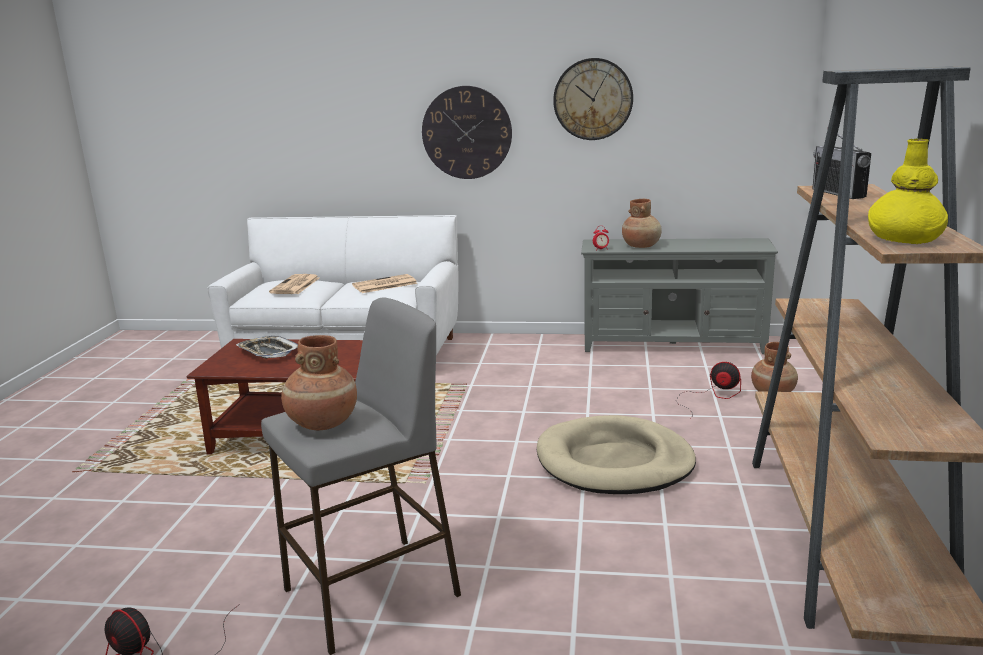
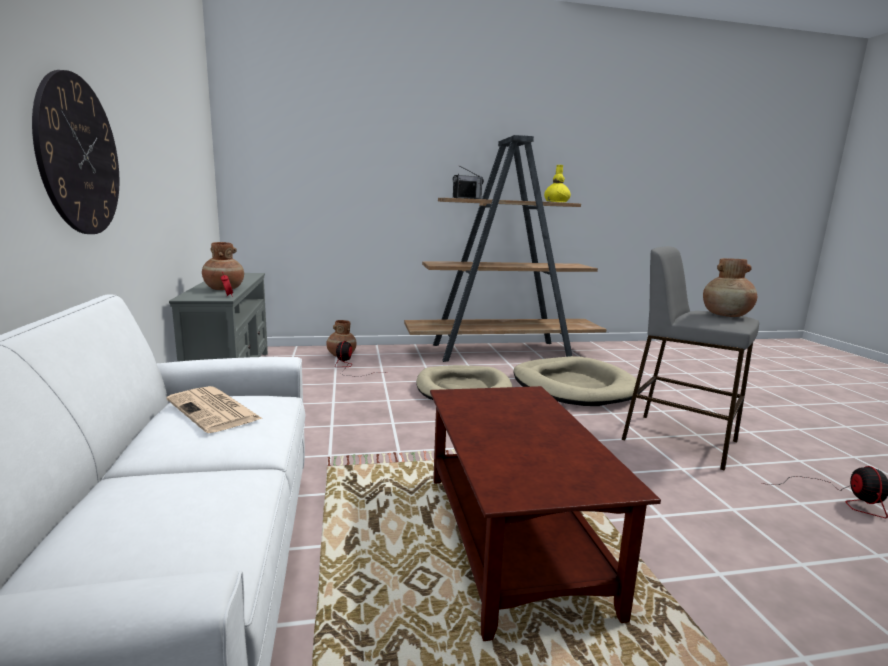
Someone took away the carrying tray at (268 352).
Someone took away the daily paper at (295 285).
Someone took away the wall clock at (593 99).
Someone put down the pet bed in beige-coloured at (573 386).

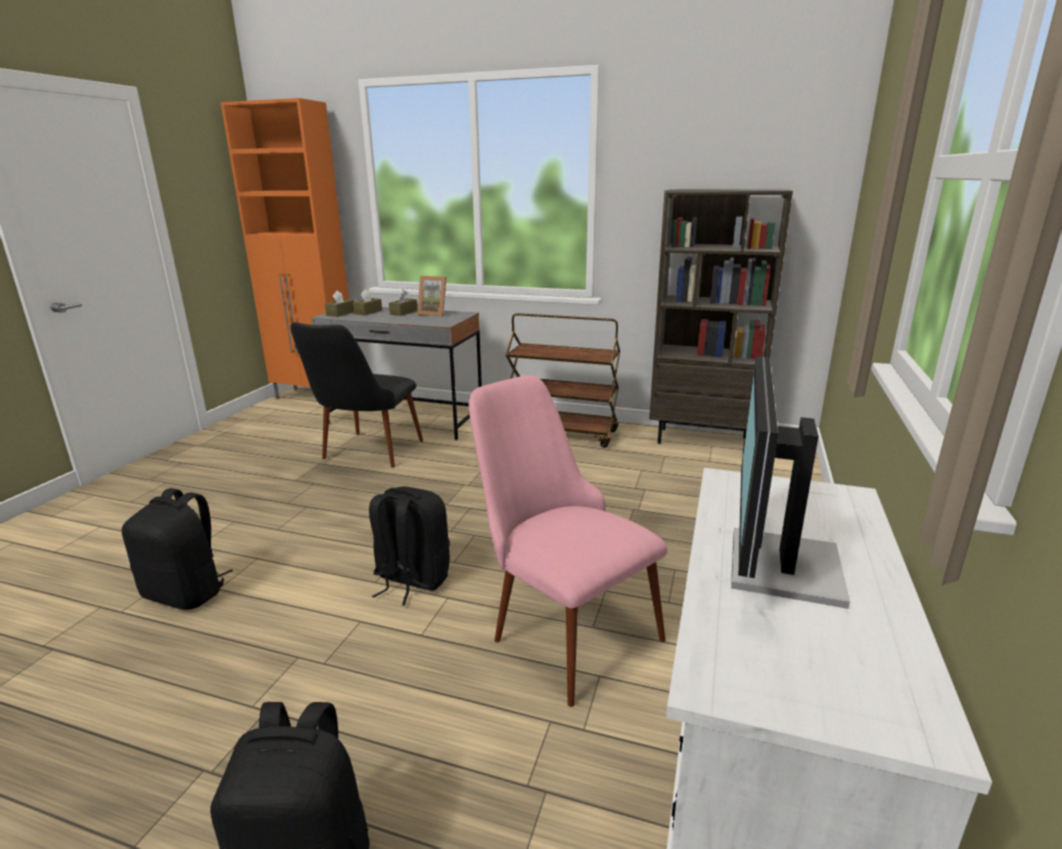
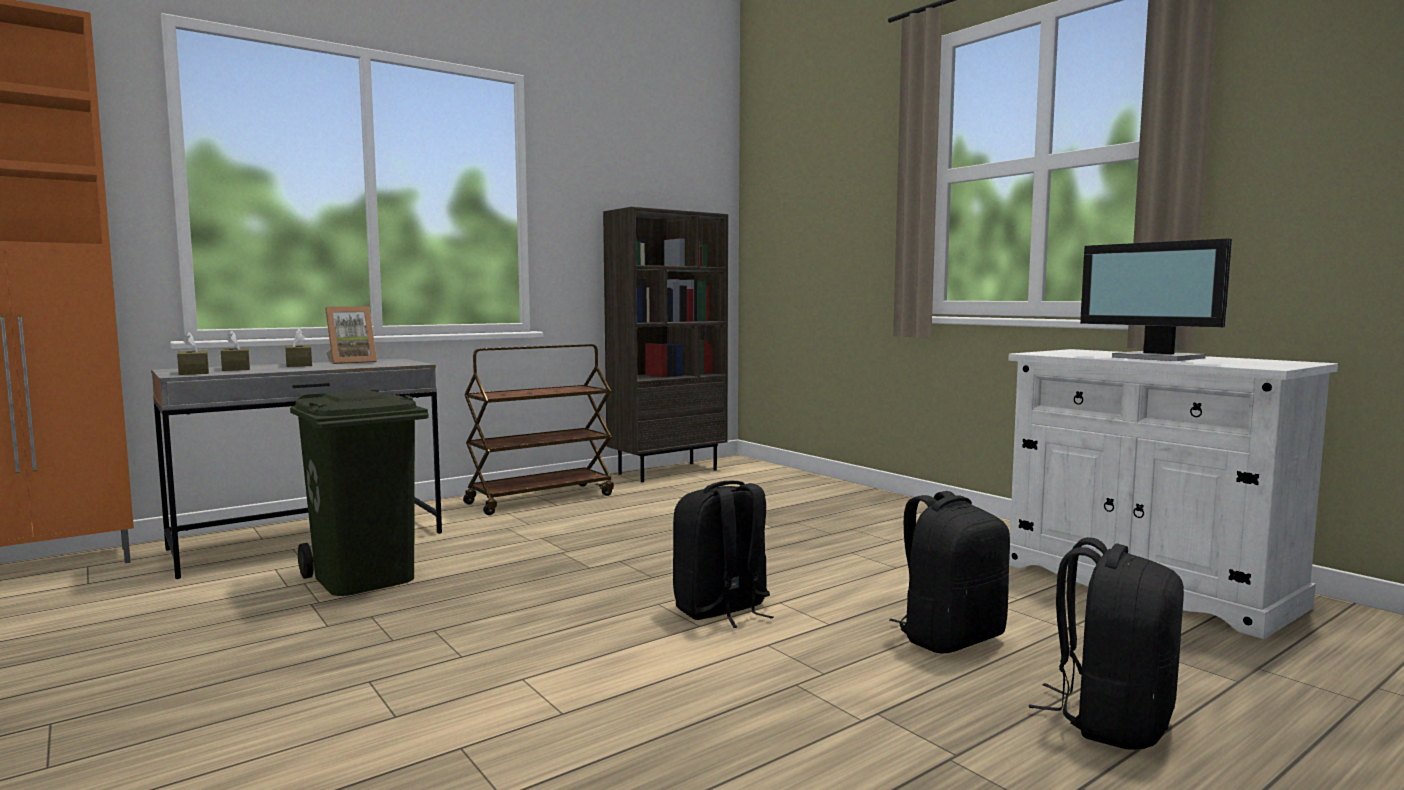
Someone took away the upright chair in pink at (560 625).
Someone carried the knapsack in black-coloured from (187 593) to (950 638).
Someone swapped the upright chair in black-coloured at (365 456) for the rubbish bin in green at (362 577).

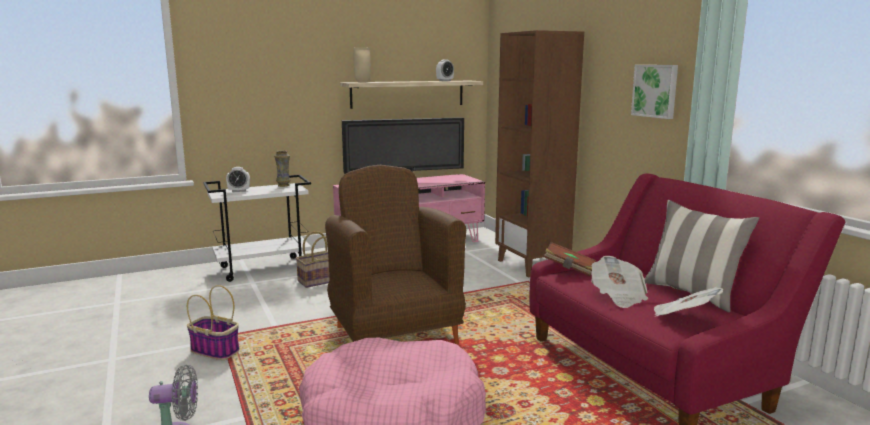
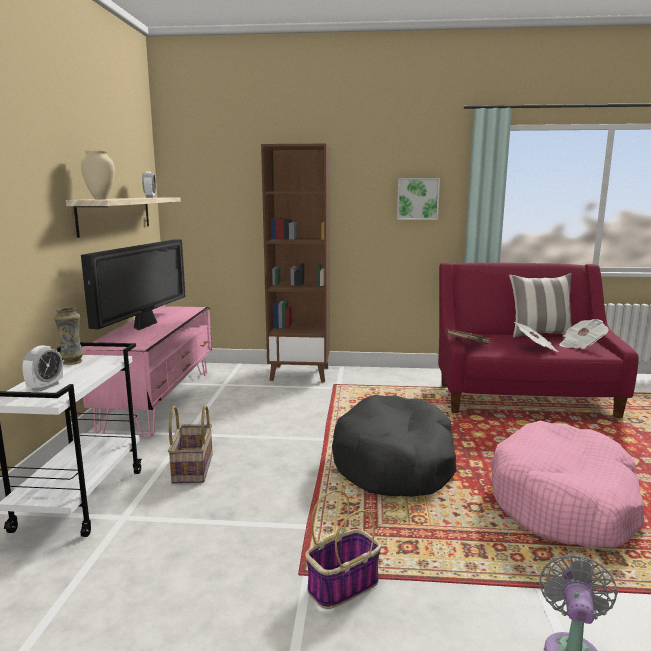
Someone swapped the lounge chair in brown at (395 335) for the pet bed in black-coloured at (395 463).

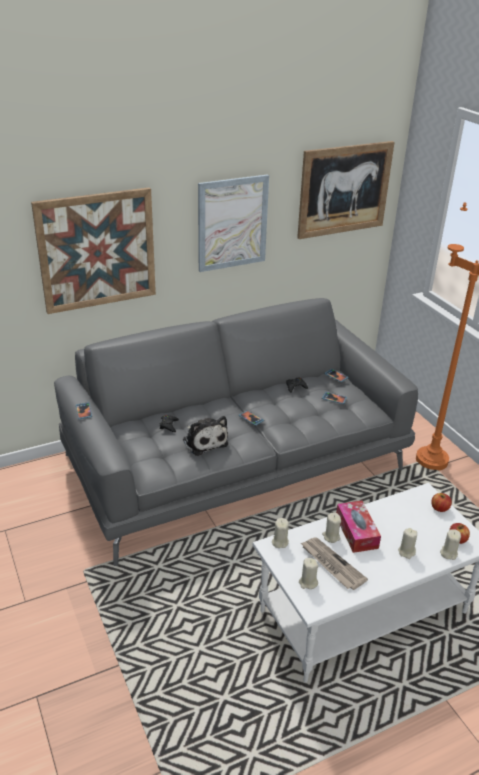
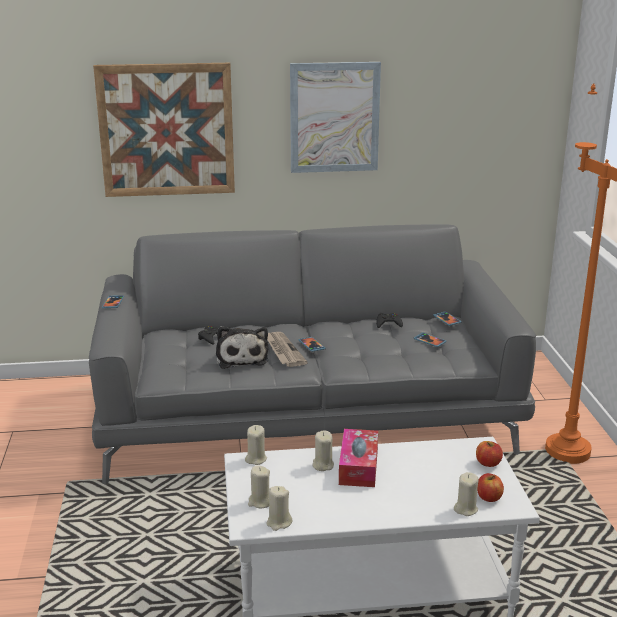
Someone took away the wall picture at (344 189).
Someone carried the daily paper from (331 564) to (283 351).
Someone carried the candle in beige-coloured from (406 552) to (279 522).

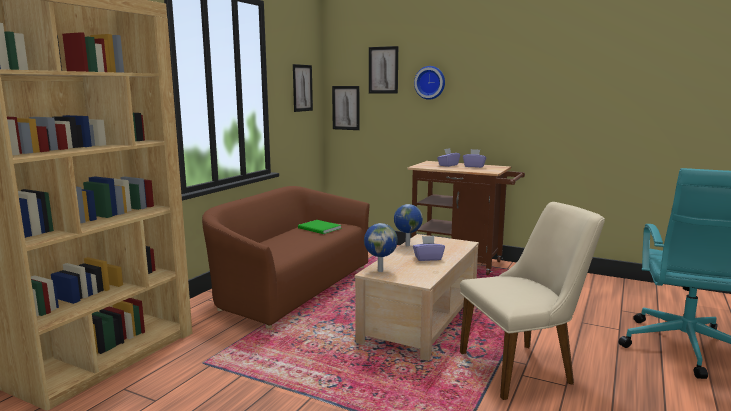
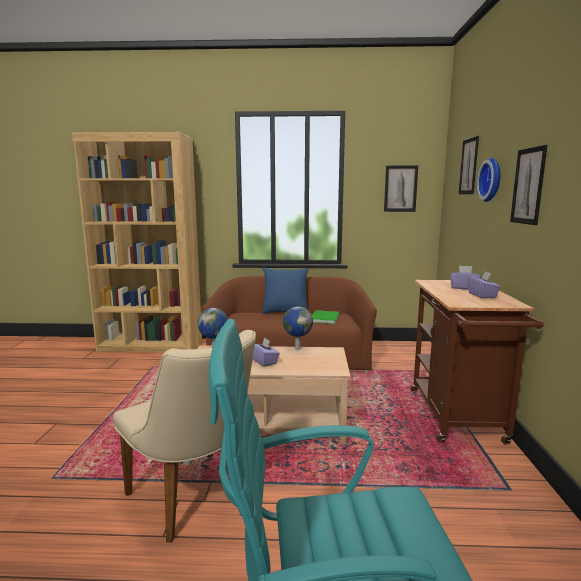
Someone put down the pillow in blue at (285 312).
Someone carried the wall picture from (346 108) to (528 186).

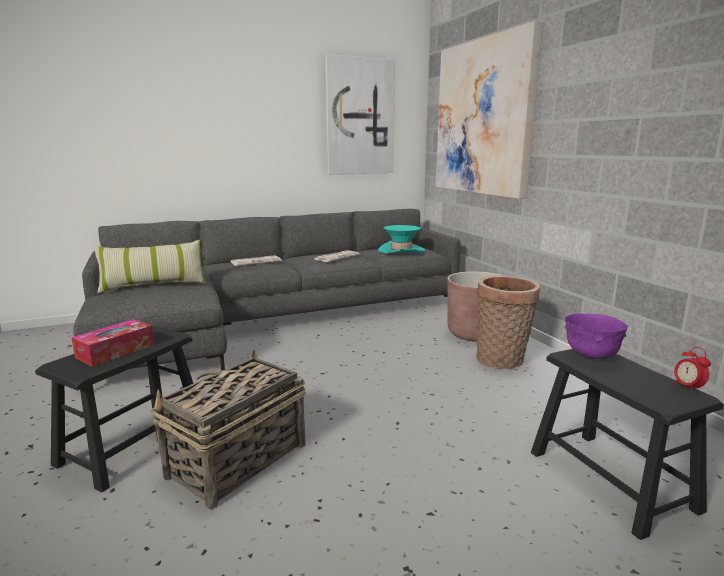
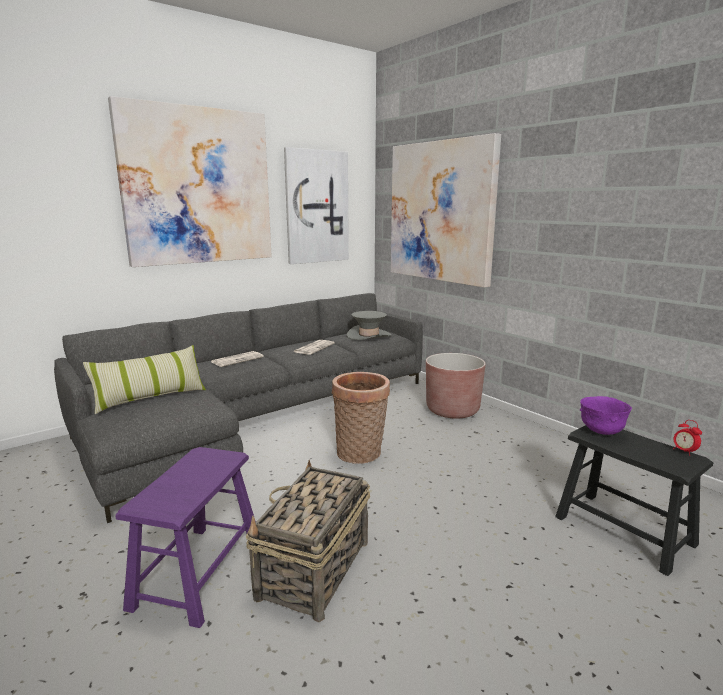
Someone took away the box of tissues at (115 351).
Someone put up the wall picture at (197 187).
Someone carried the household basket from (502 361) to (361 454).
Someone repainted the stool in black-coloured at (133 444), which became the stool in purple-coloured at (198 572).
Someone repainted the hat in blue-green at (401 250), which became the hat in gray at (369 336).

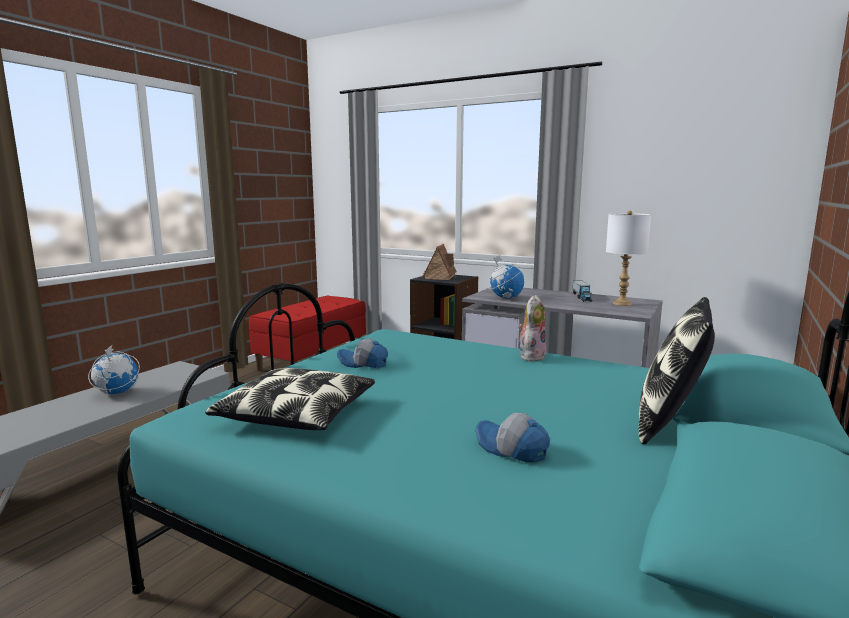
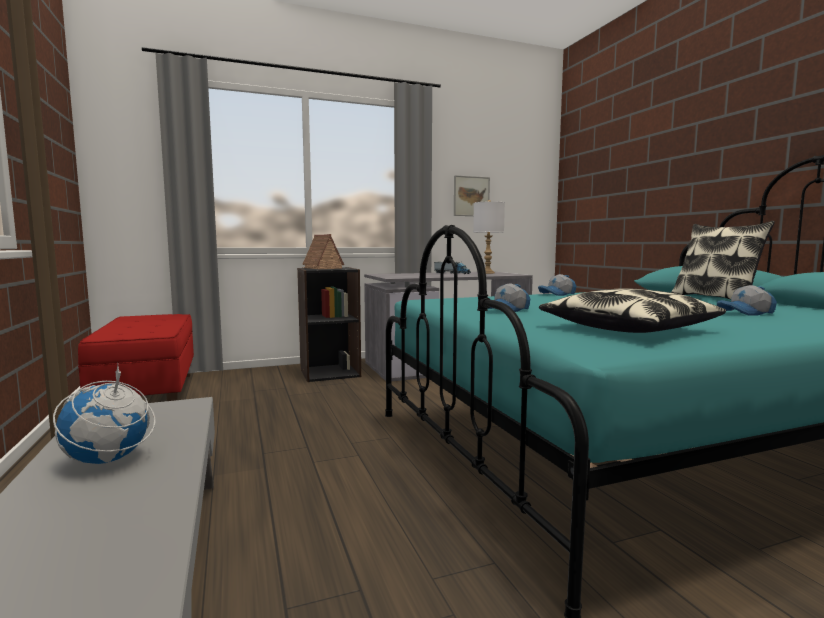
Someone took away the globe at (505 298).
Someone put up the wall picture at (471 196).
Someone swapped the cuddly toy at (531 356) for the cap at (557 294).

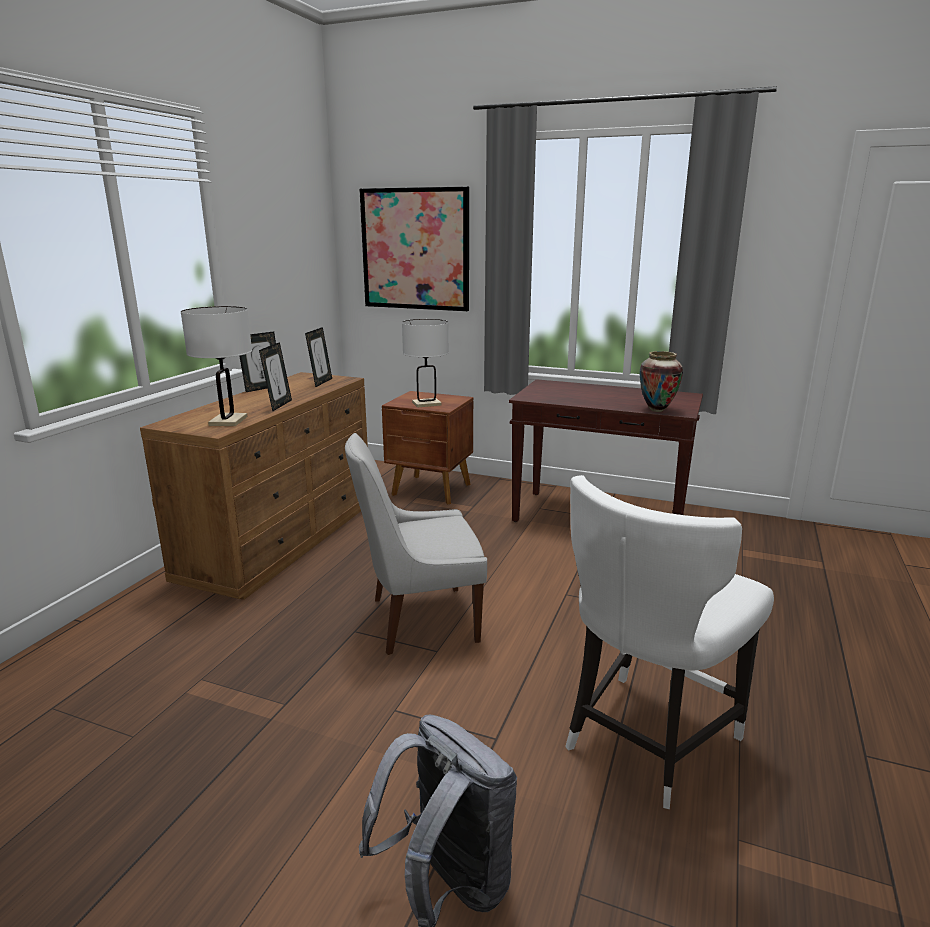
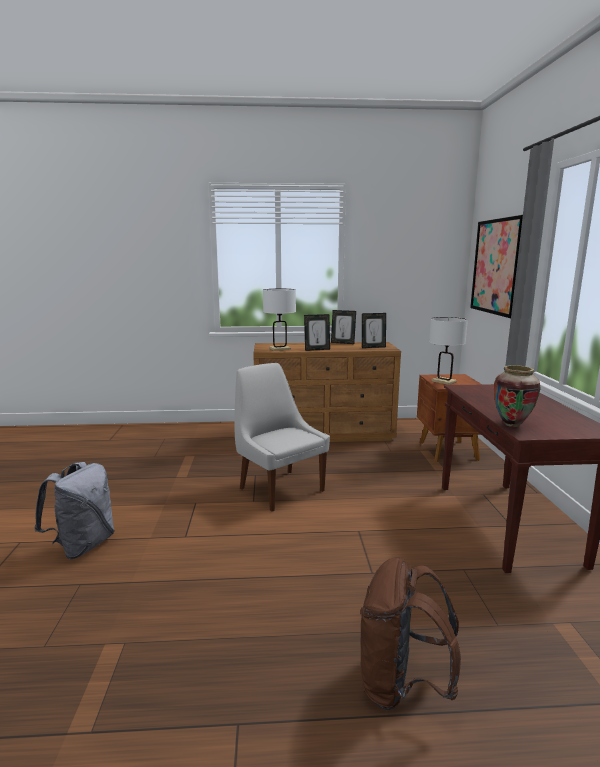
Someone took away the upright chair in whitish at (645 740).
Someone put down the knapsack in brown at (401 685).

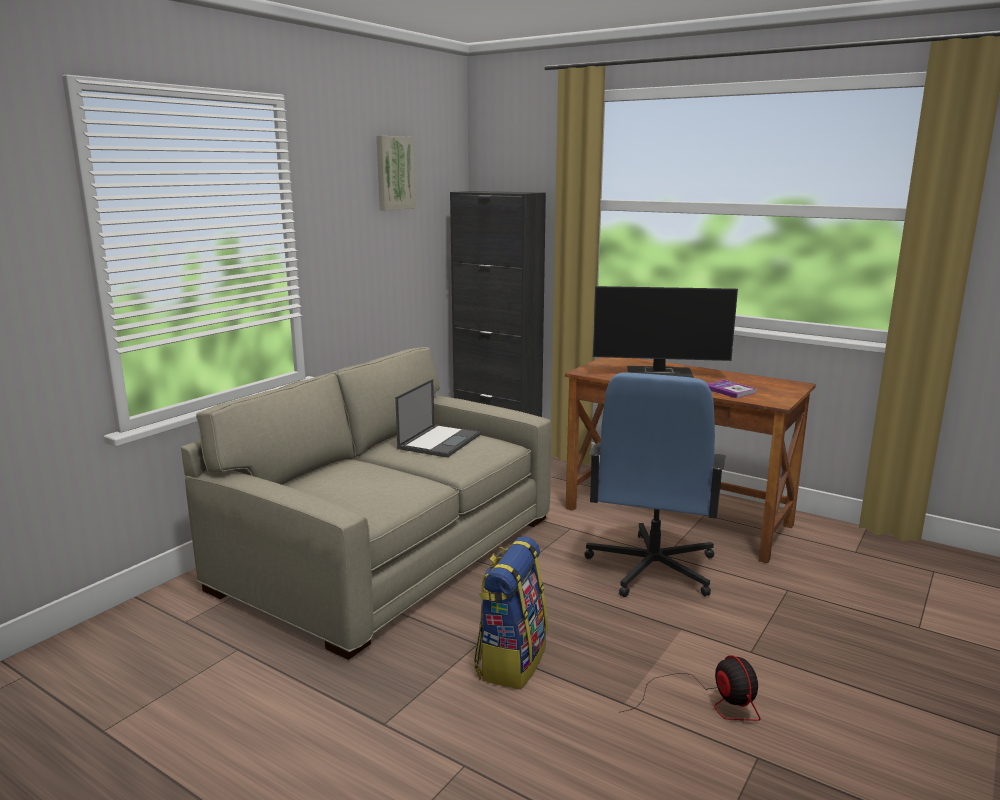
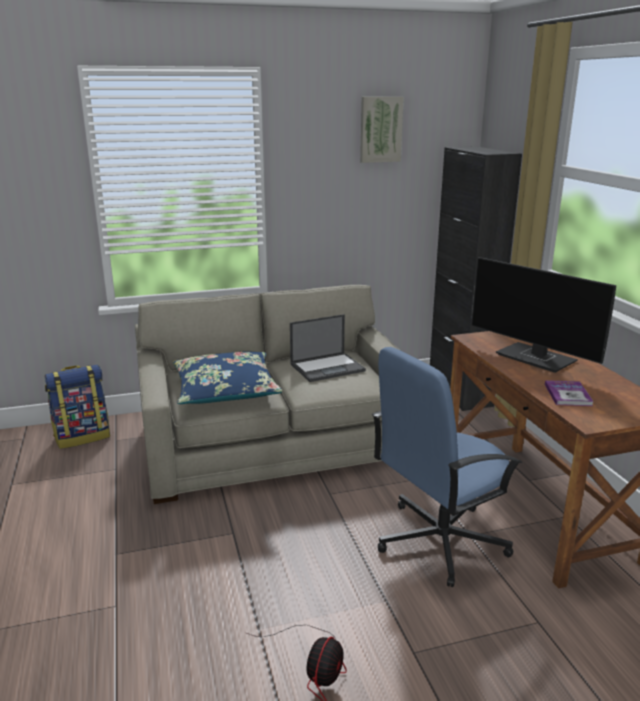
Someone put down the pillow in blue at (226 390).
Someone carried the knapsack from (510 660) to (83 436).

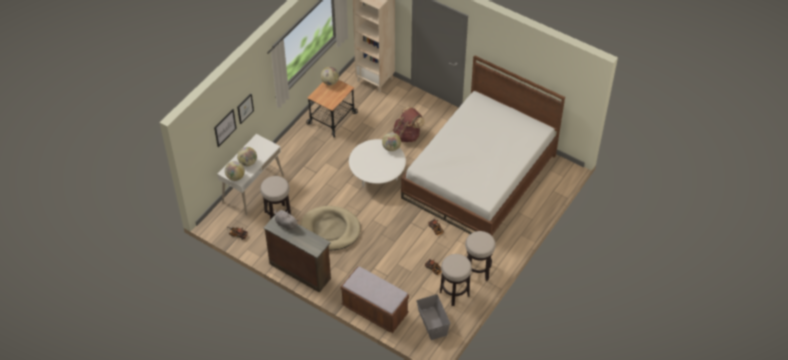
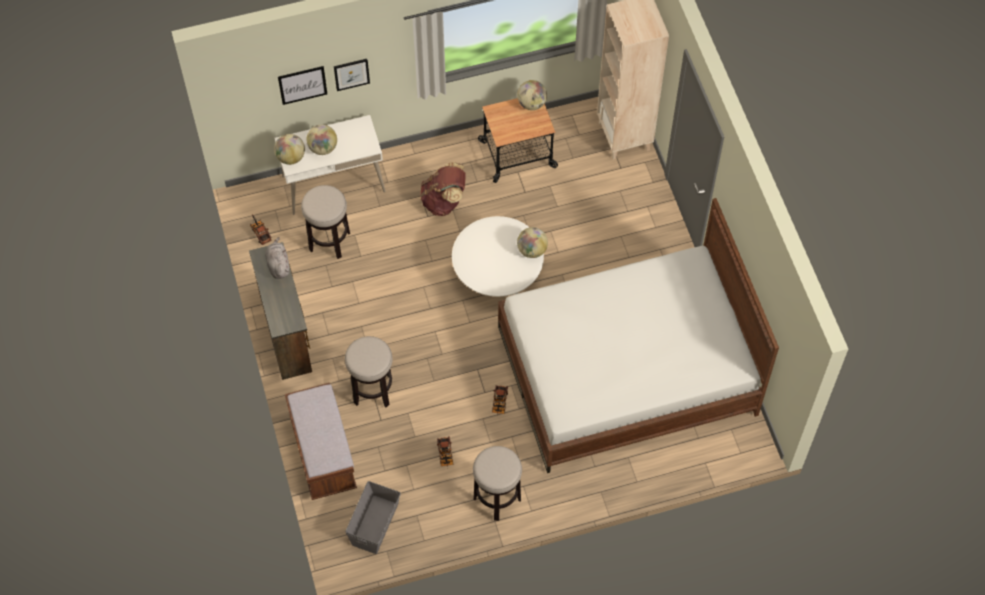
Someone took away the pet bed in beige-coloured at (330 230).
Someone carried the knapsack in brown from (407 135) to (444 201).
Someone carried the stool from (454 293) to (372 390).

